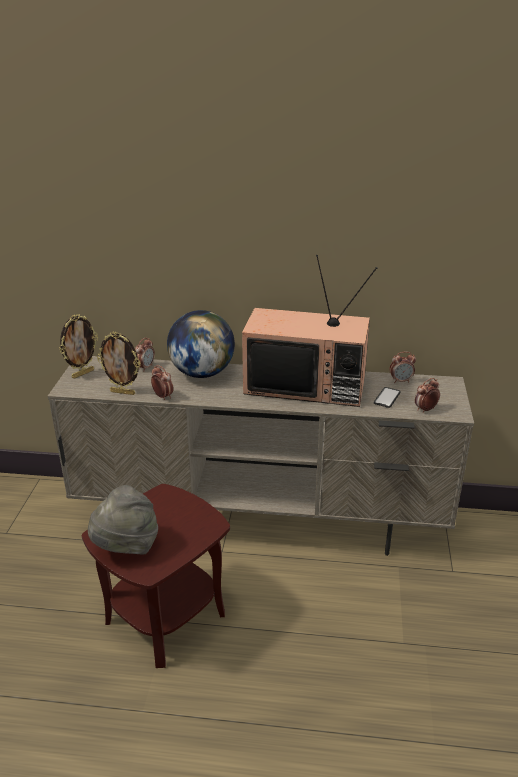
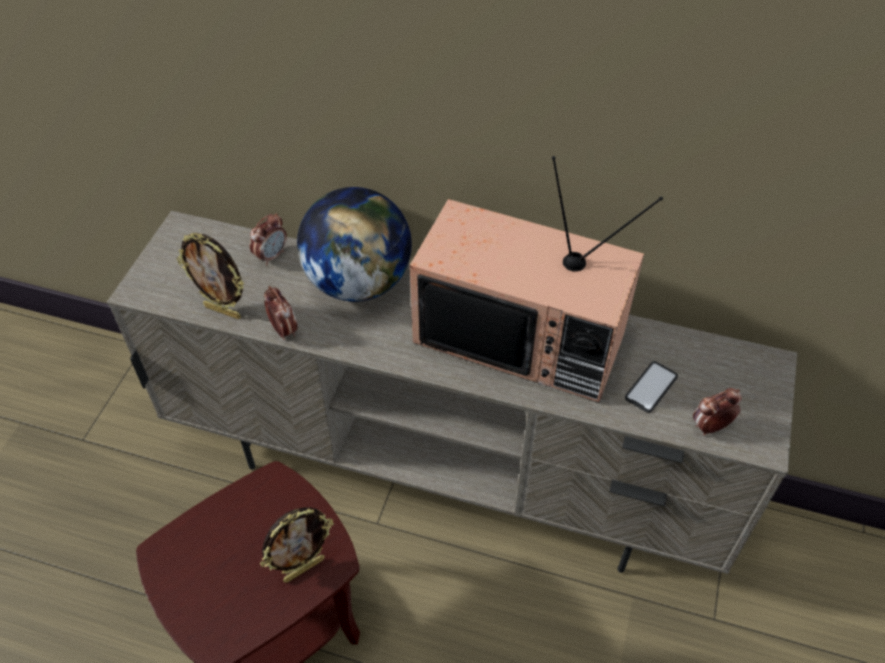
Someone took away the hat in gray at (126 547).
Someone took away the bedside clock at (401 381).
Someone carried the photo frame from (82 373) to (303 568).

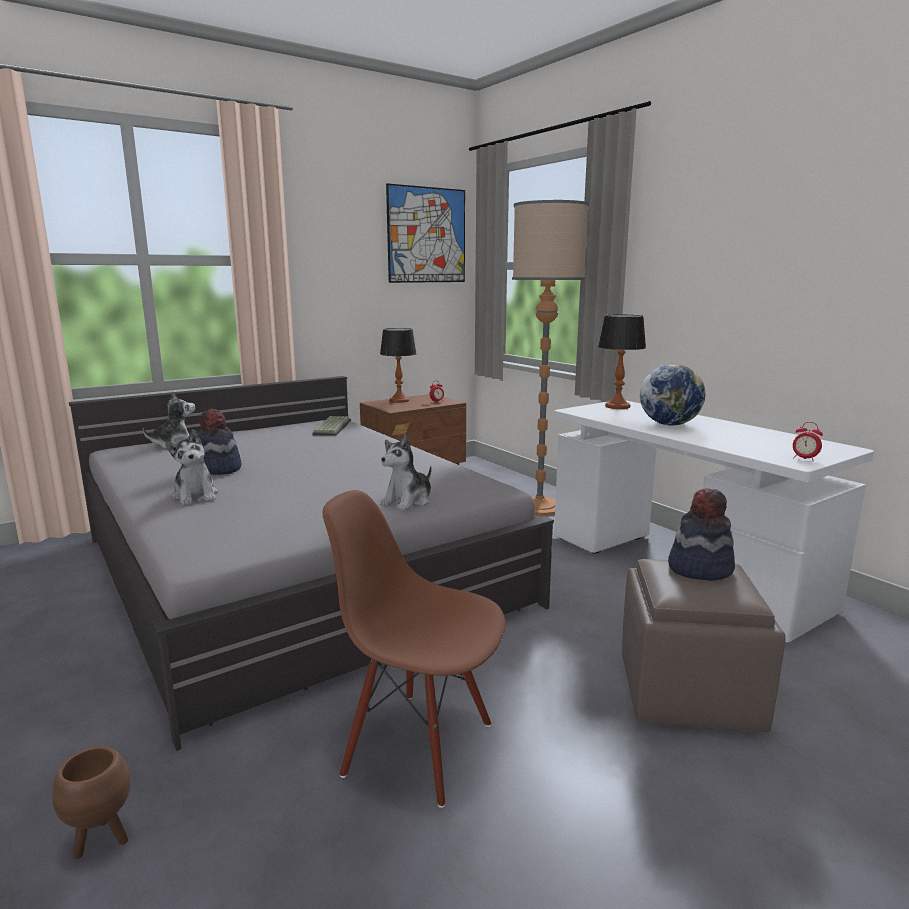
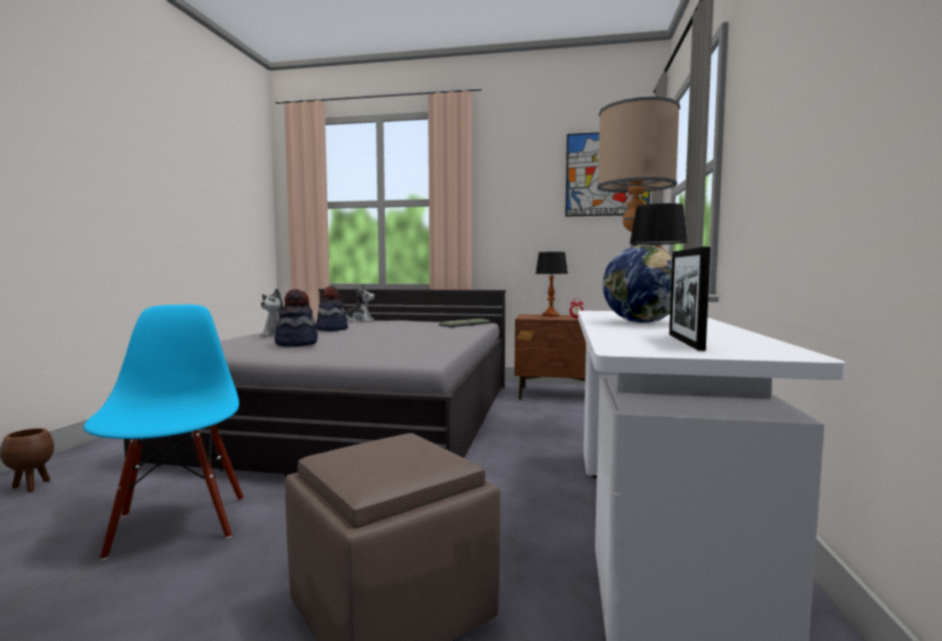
Someone took away the cuddly toy at (408 501).
Someone took away the bedside clock at (804 459).
Someone put down the photo frame at (685 341).
Someone carried the hat from (699 568) to (296 344).
Someone repainted the upright chair in brown at (419 747), which became the upright chair in blue at (177 525).

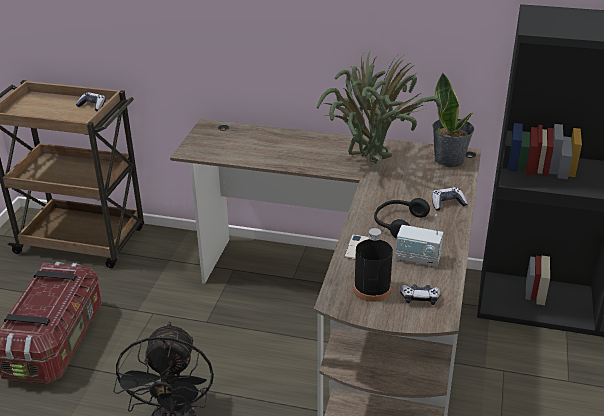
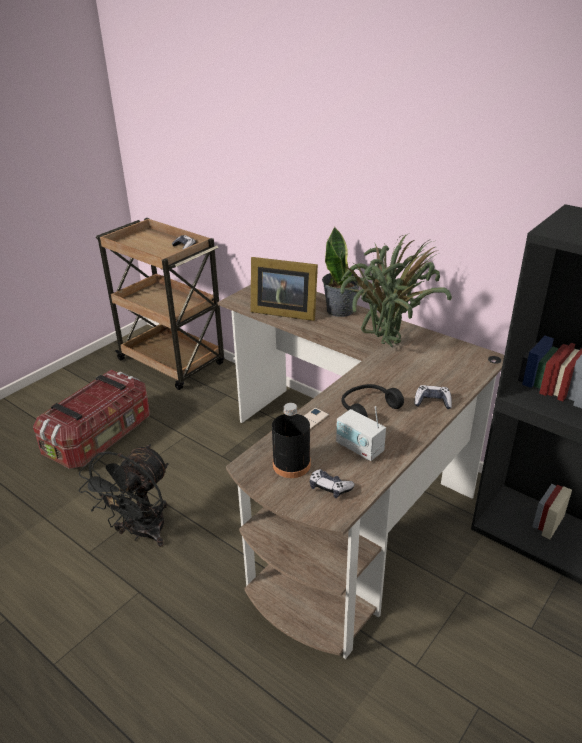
Someone put down the photo frame at (282 311).
Someone carried the plant in a pot from (449 159) to (340 310).

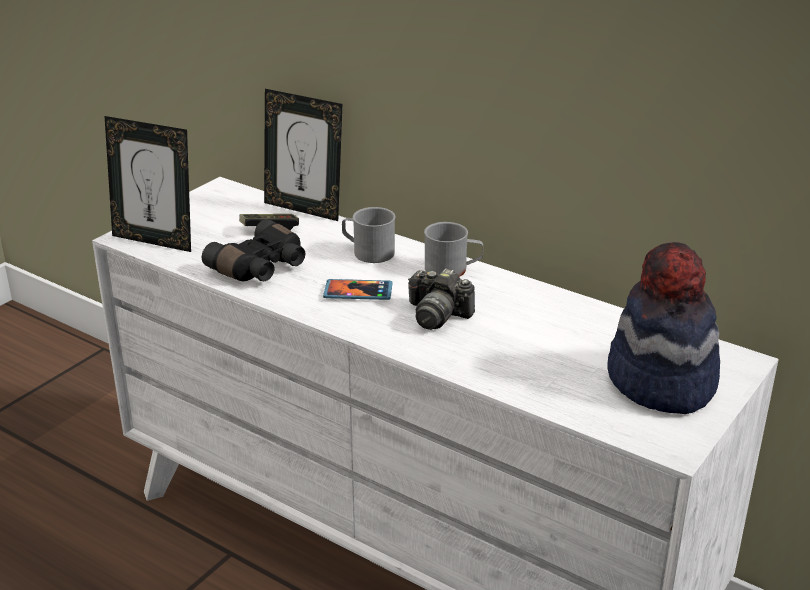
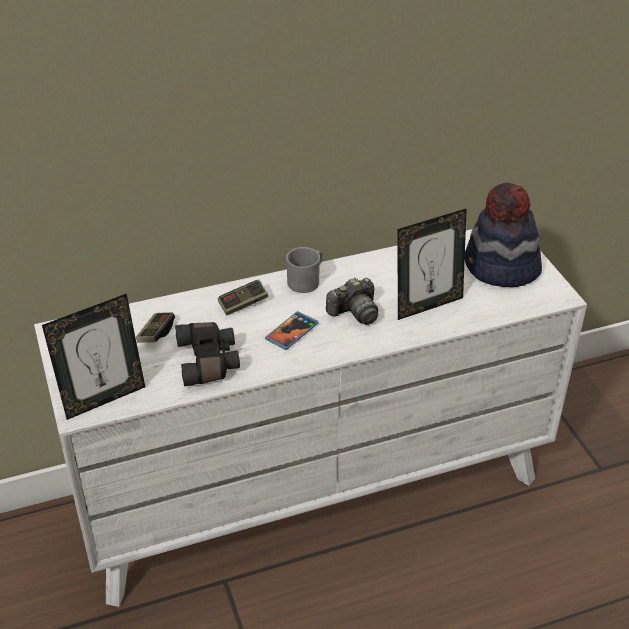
Someone carried the photo frame from (304 209) to (427 305).
Someone swapped the mug in gray at (368 252) for the gamepad at (243 304).

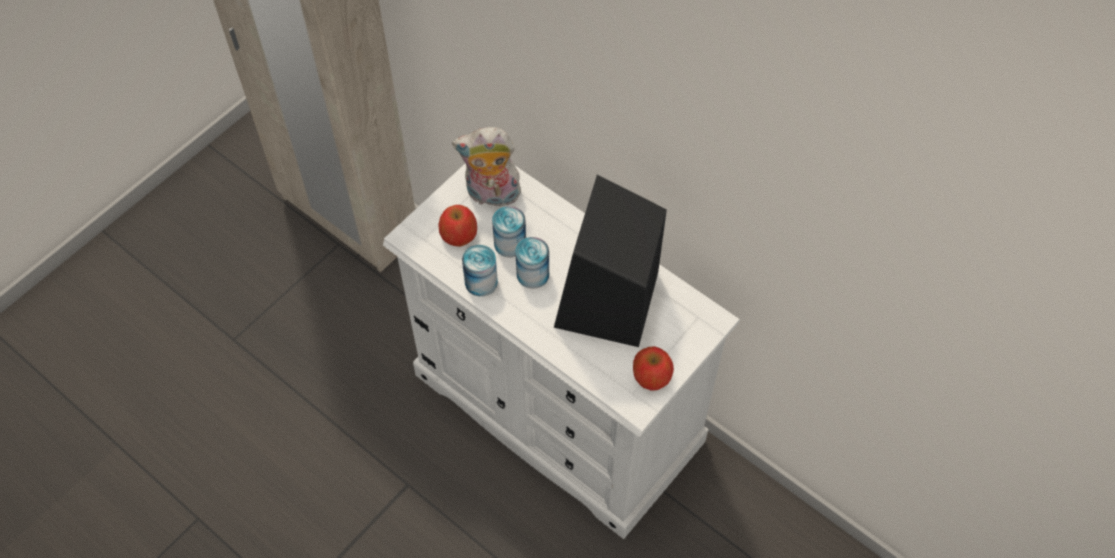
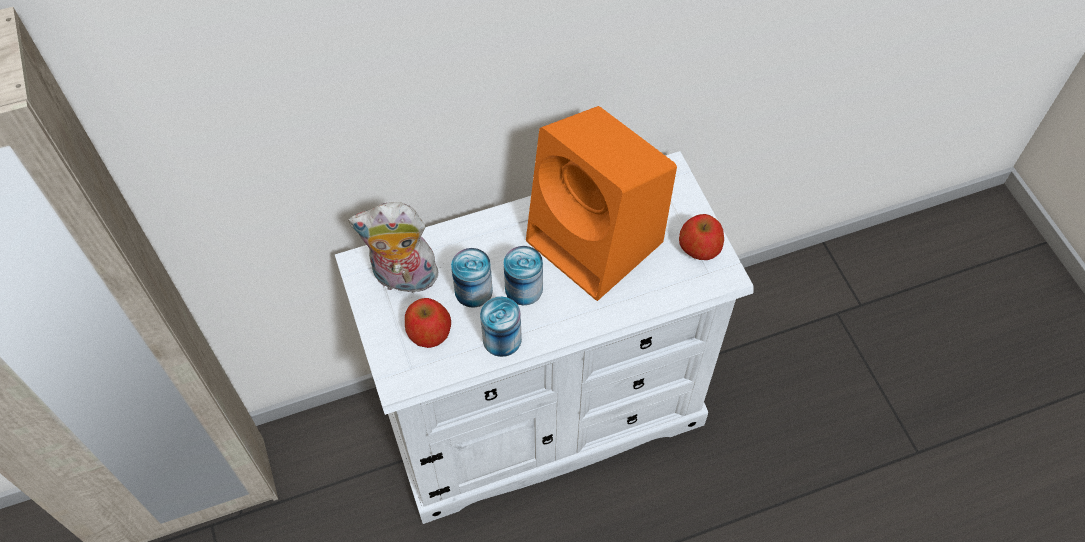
Someone repainted the loudspeaker in black-coloured at (606 303), which became the loudspeaker in orange-coloured at (598 243).
Someone rotated the cuddly toy at (491 195) by 60 degrees clockwise.

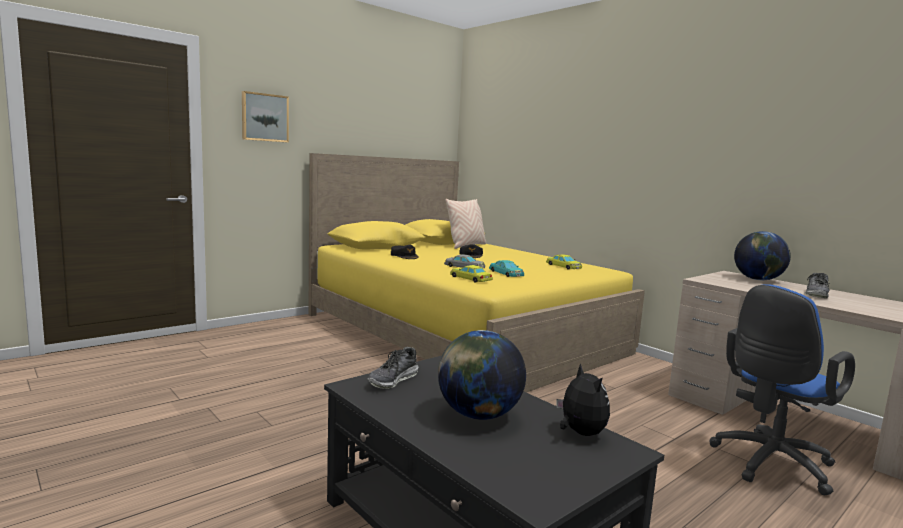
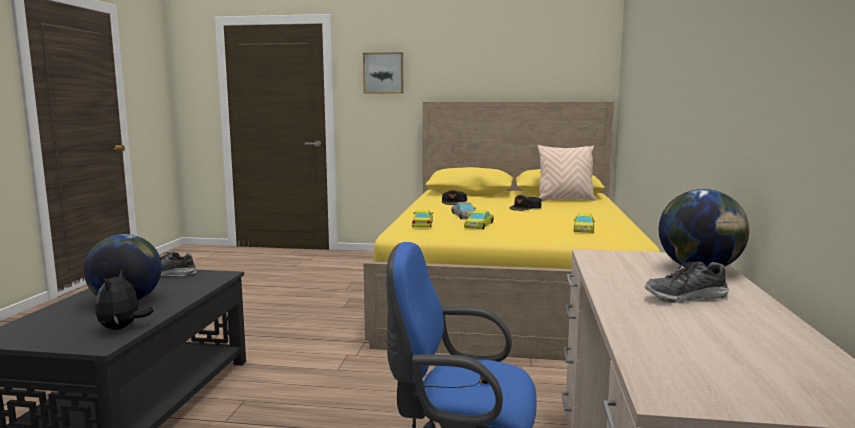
Someone repainted the miniature car in blue-green at (506 273), which became the miniature car in yellow-coloured at (479 225).
Someone rotated the cuddly toy at (580 433) by 150 degrees clockwise.

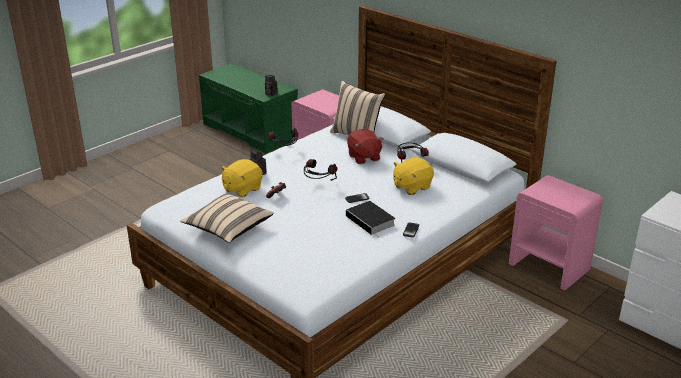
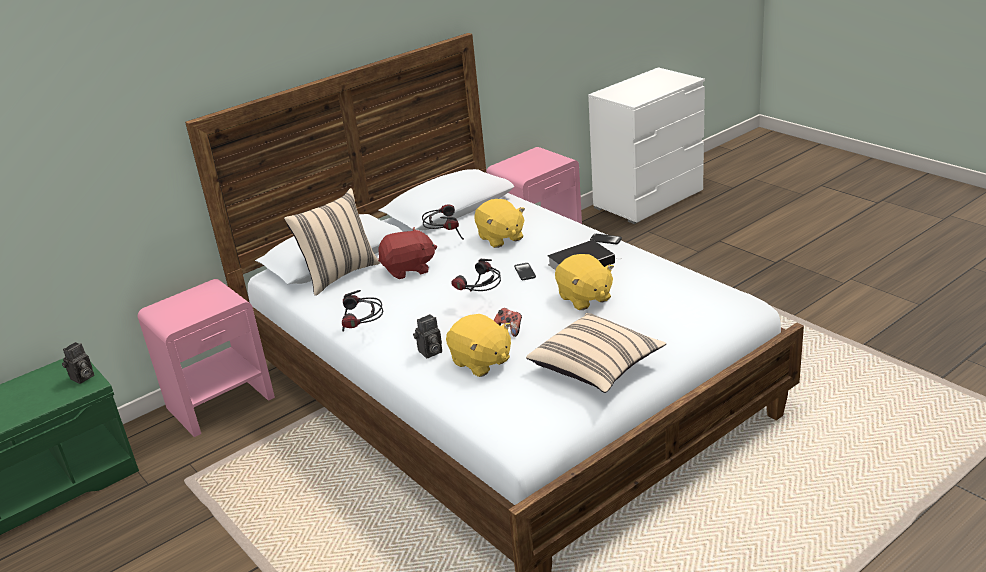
Someone put down the cuddly toy in yellow-coloured at (584 298).

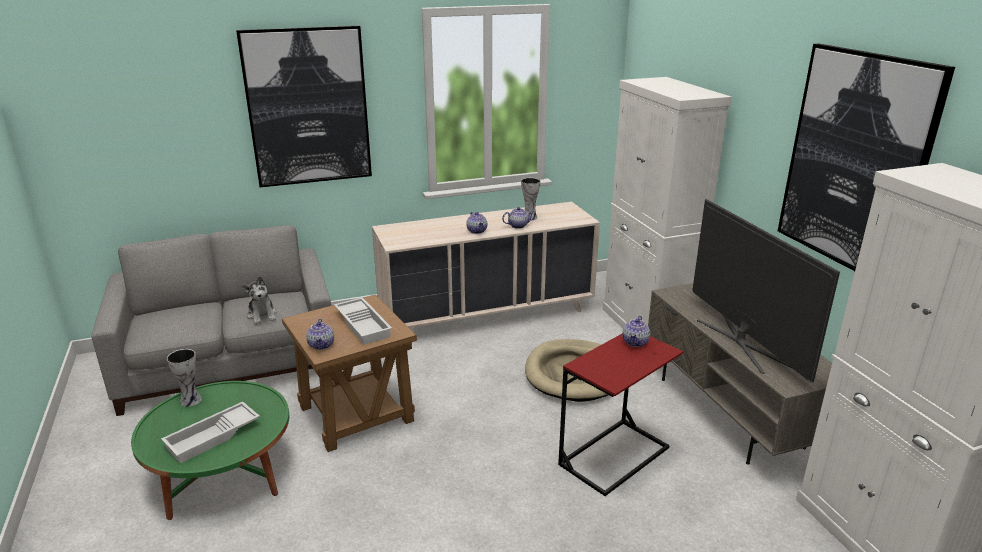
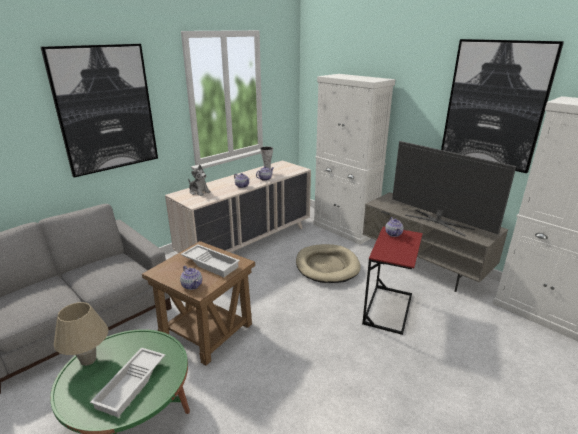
Someone carried the cuddly toy from (262 315) to (199 192).
Someone swapped the flower vase at (192 400) for the tabletop lamp in beige-coloured at (88 360).

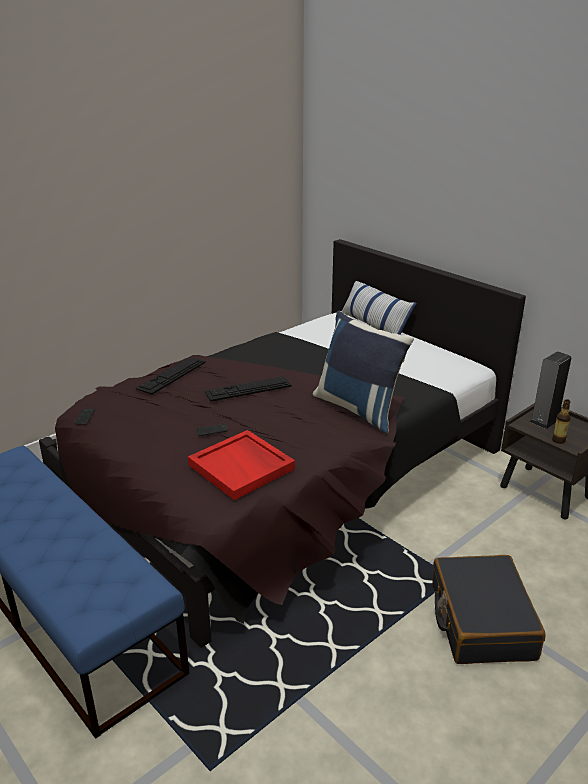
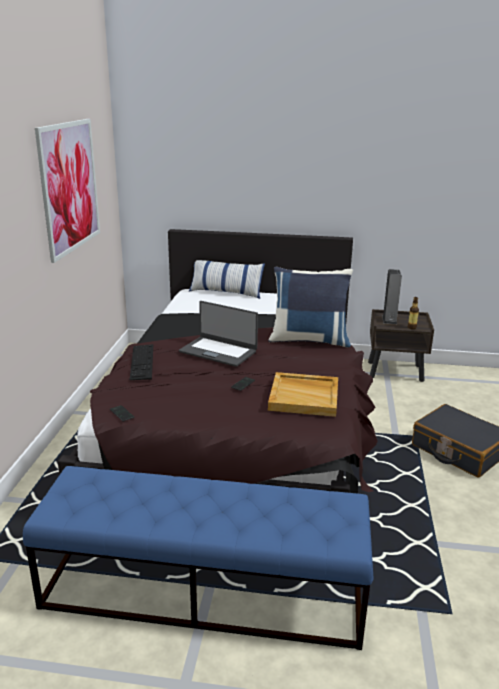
Someone put up the wall picture at (70 187).
Someone swapped the keyboard at (248 388) for the notebook computer at (218 351).
Someone repainted the carrying tray in reddish at (242 467), which became the carrying tray in beige-coloured at (304 397).

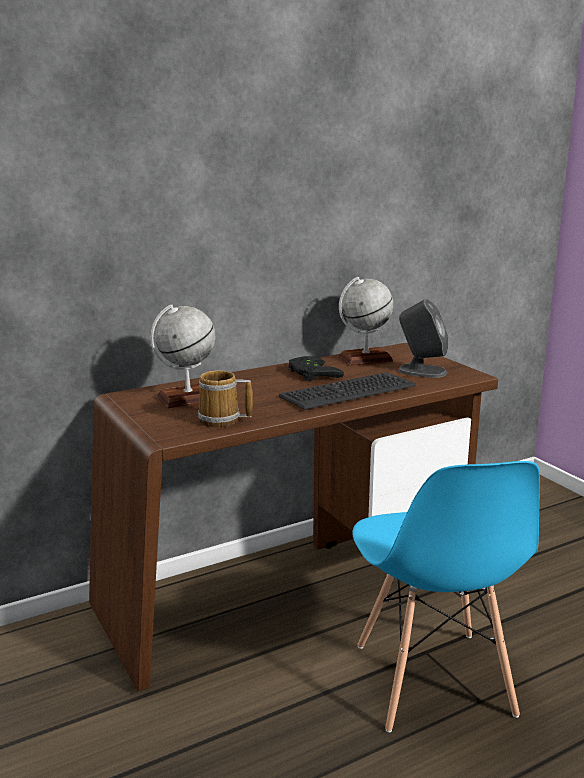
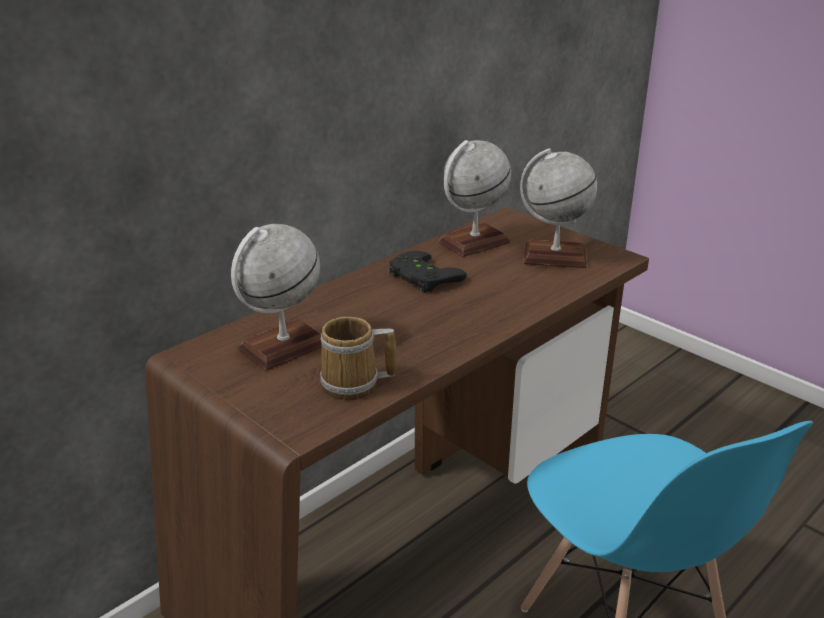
Someone took away the keyboard at (347 391).
Someone swapped the loudspeaker in gray at (421 371) for the globe at (554 257).

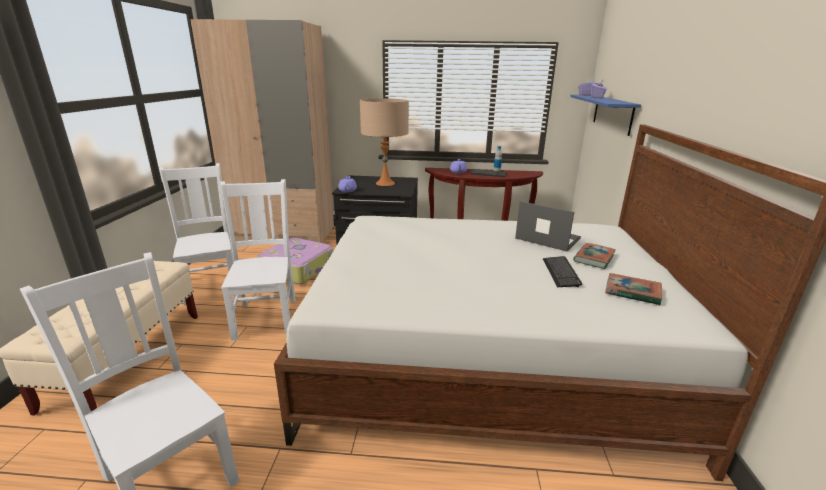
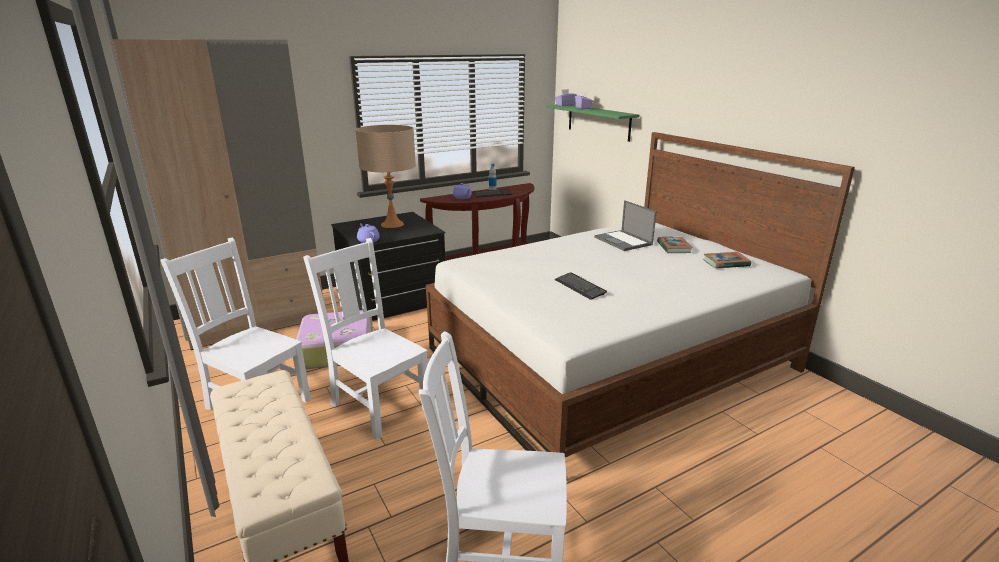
Someone carried the keyboard from (560 272) to (580 287).
Someone repainted the bracket shelf in blue at (612 113), which became the bracket shelf in green at (598 122).
Someone rotated the notebook computer at (546 238) by 120 degrees counterclockwise.

